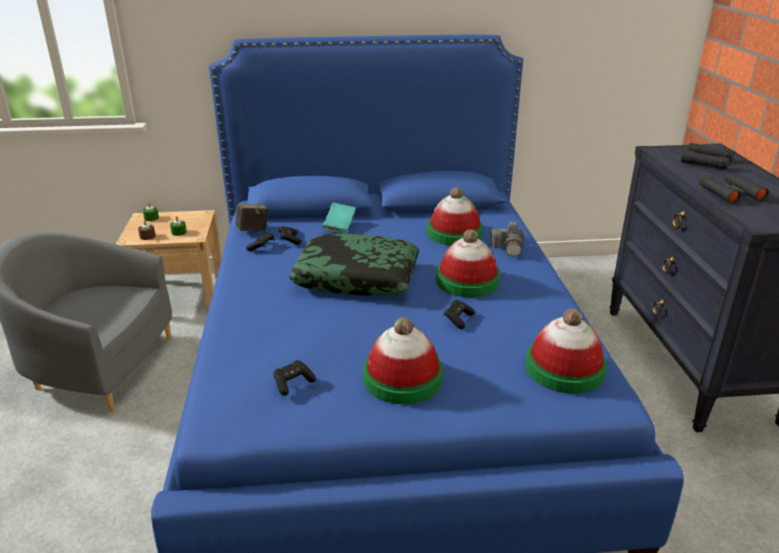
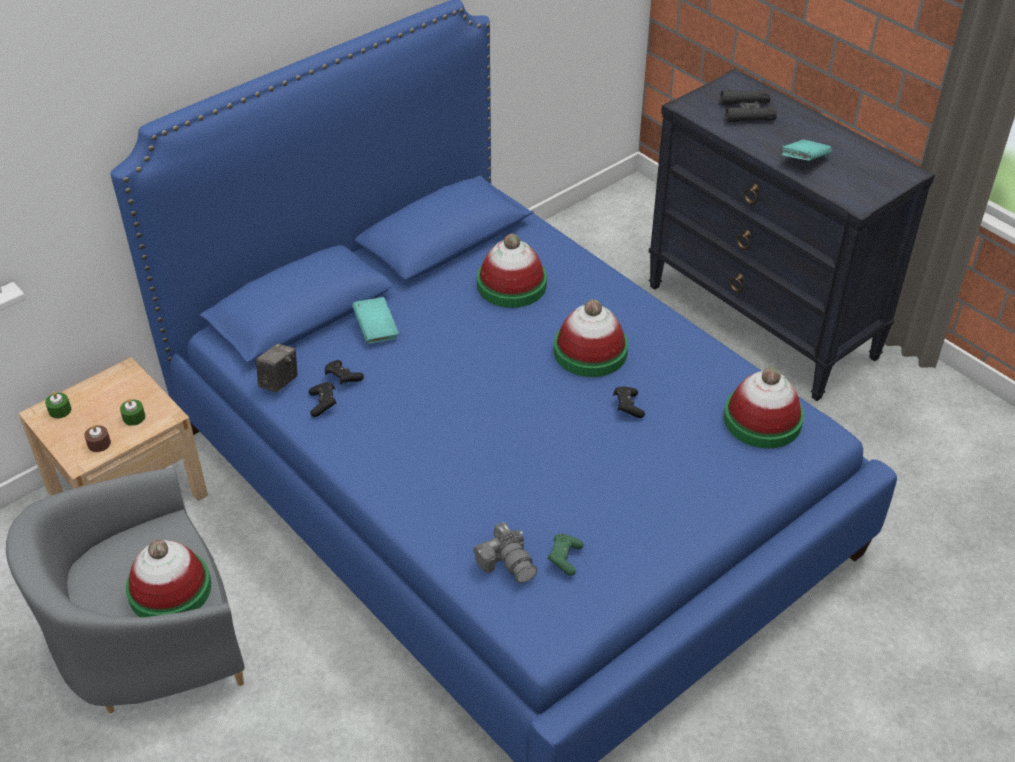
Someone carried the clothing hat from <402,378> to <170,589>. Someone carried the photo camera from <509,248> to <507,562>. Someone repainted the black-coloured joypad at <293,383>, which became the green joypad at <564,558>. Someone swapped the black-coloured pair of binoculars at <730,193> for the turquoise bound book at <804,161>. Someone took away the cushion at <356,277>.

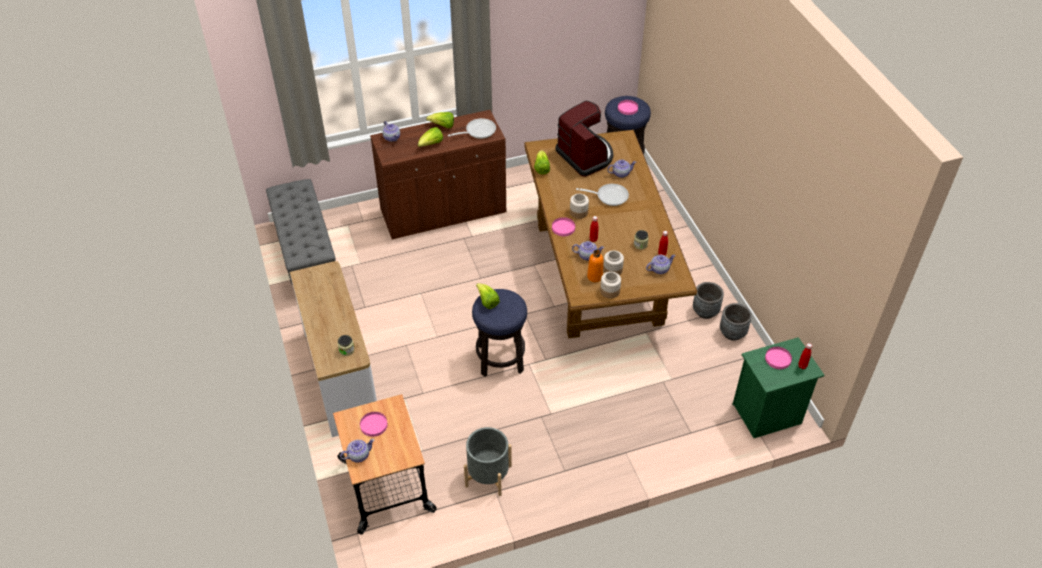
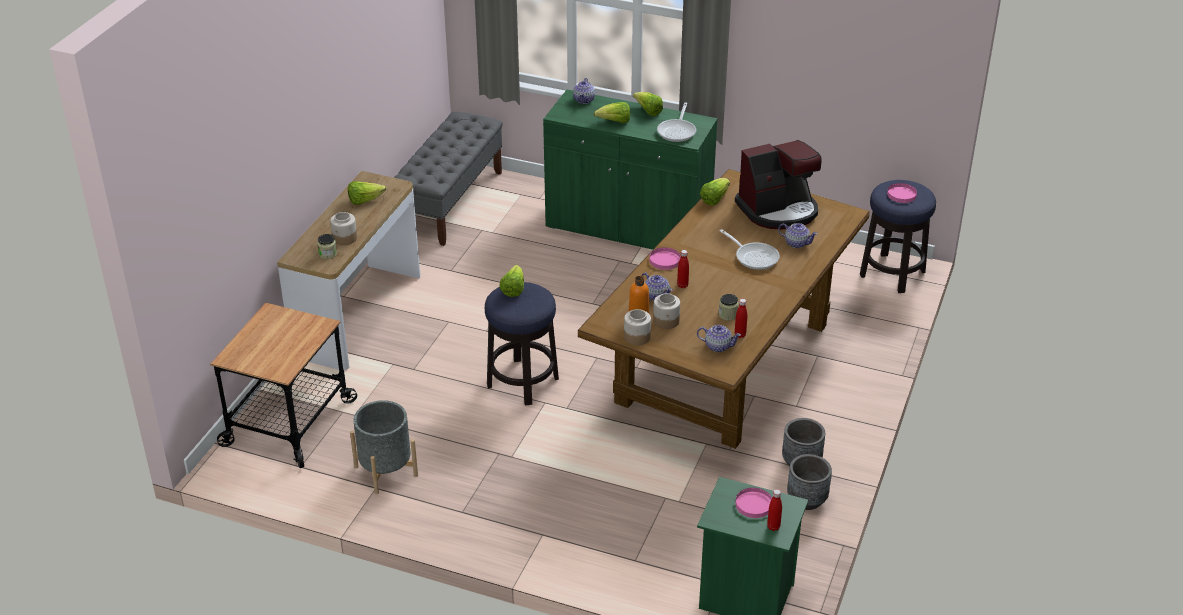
Someone carried the preserve jar from <579,212> to <345,238>. Someone put down the head of lettuce at <364,201>. Someone repainted the brown-coloured storage cabinet at <443,212>, which became the green storage cabinet at <628,228>. Someone rotated the frying pan at <478,131> by 90 degrees clockwise. Someone rotated the coffee machine at <585,156> by 60 degrees clockwise. Someone took away the tea pot at <358,455>. Someone took away the pink dinner plate at <374,425>.

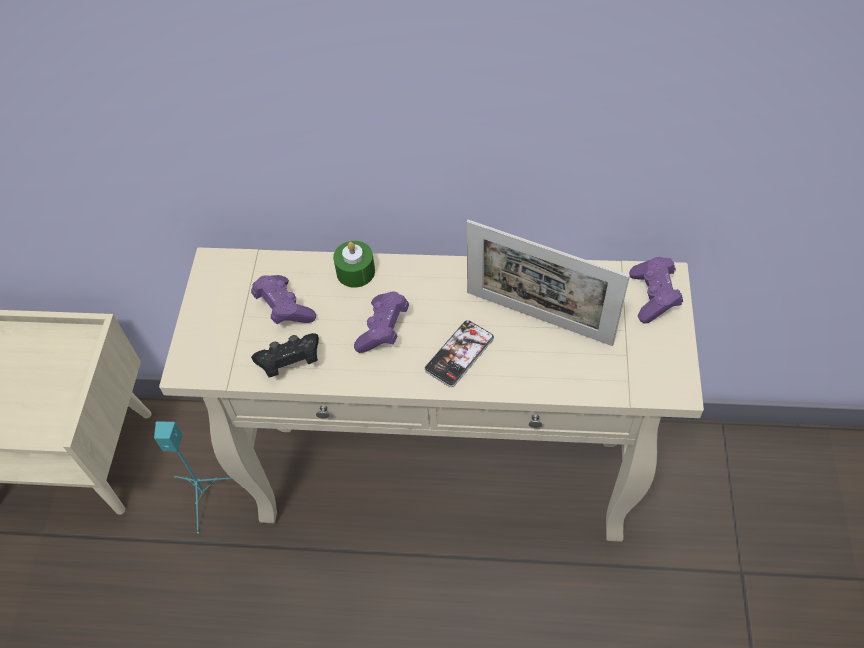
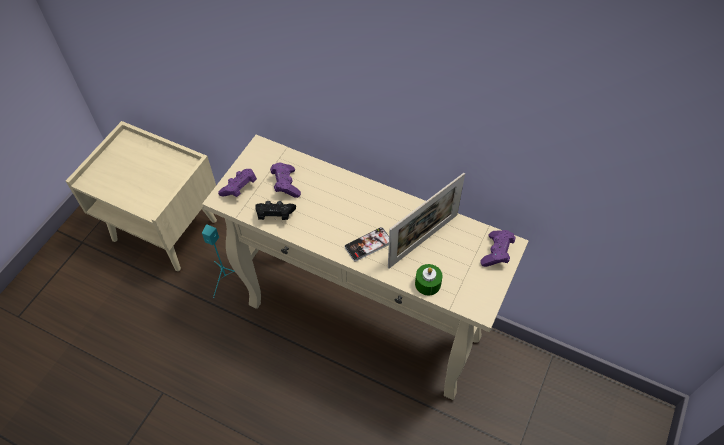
Someone carried the purple joypad from <383,330> to <239,188>. Someone rotated the standing frame at <538,318> by 90 degrees counterclockwise. Someone carried the green wax light from <355,272> to <427,284>.

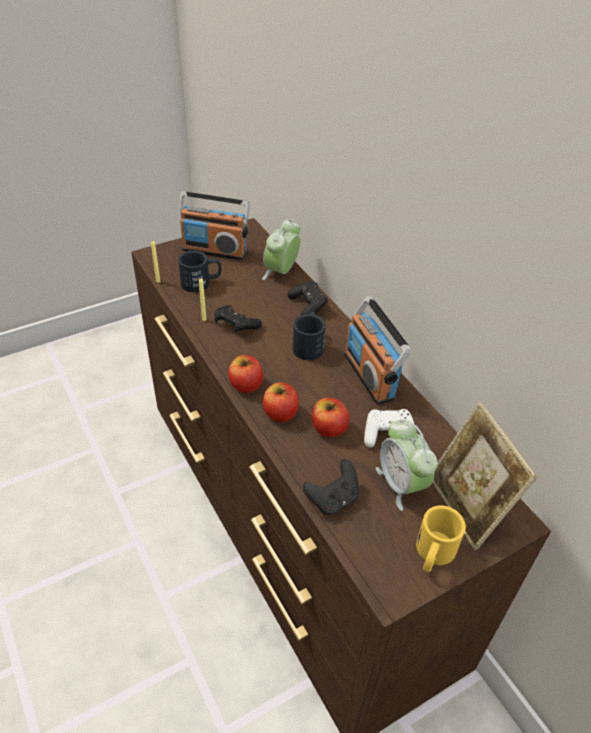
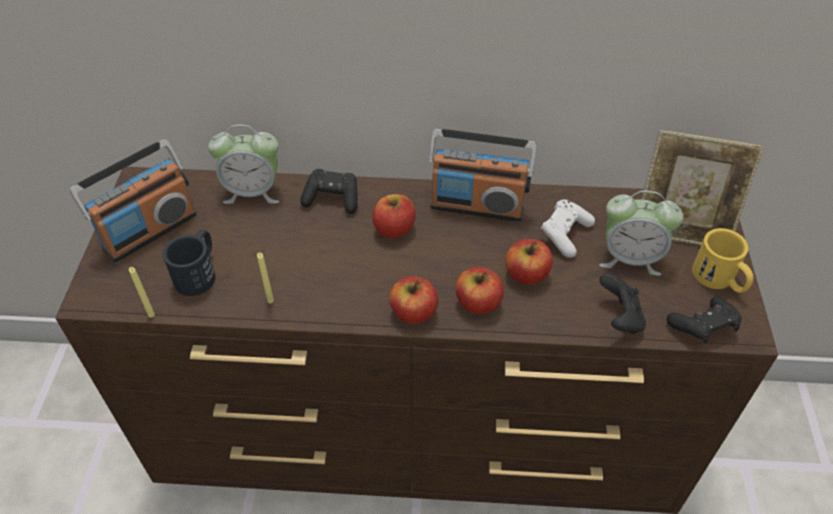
Someone rotated the table clock at <281,272> by 60 degrees counterclockwise. Someone swapped the black-coloured coffee mug at <309,344> for the apple fruit at <394,229>. Someone carried the black-coloured joypad from <236,326> to <702,327>.

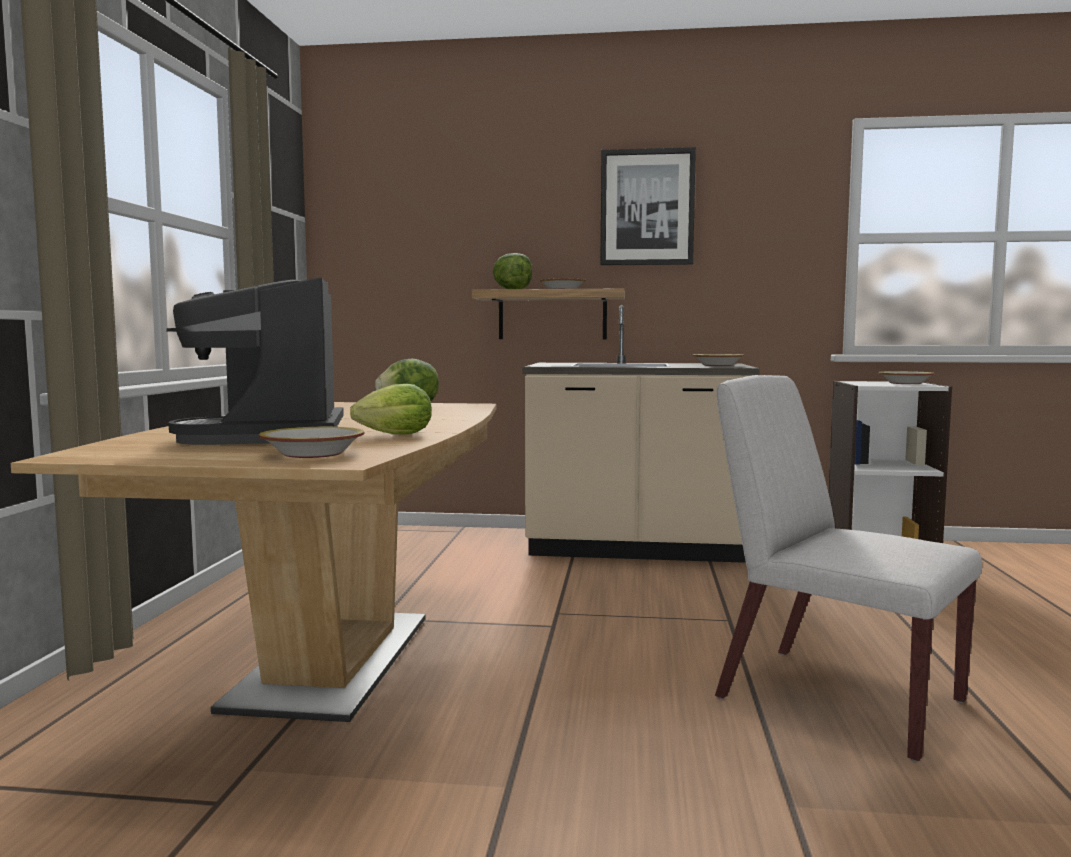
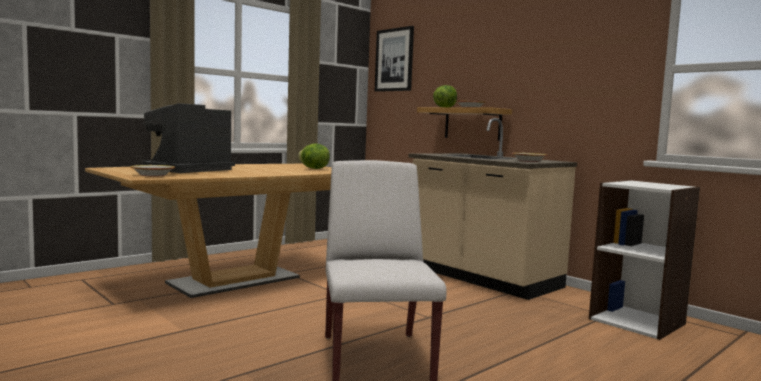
Someone carried the wall picture from <647,207> to <394,60>. Someone took away the head of lettuce at <391,435>. Someone took away the serving bowl at <905,383>.

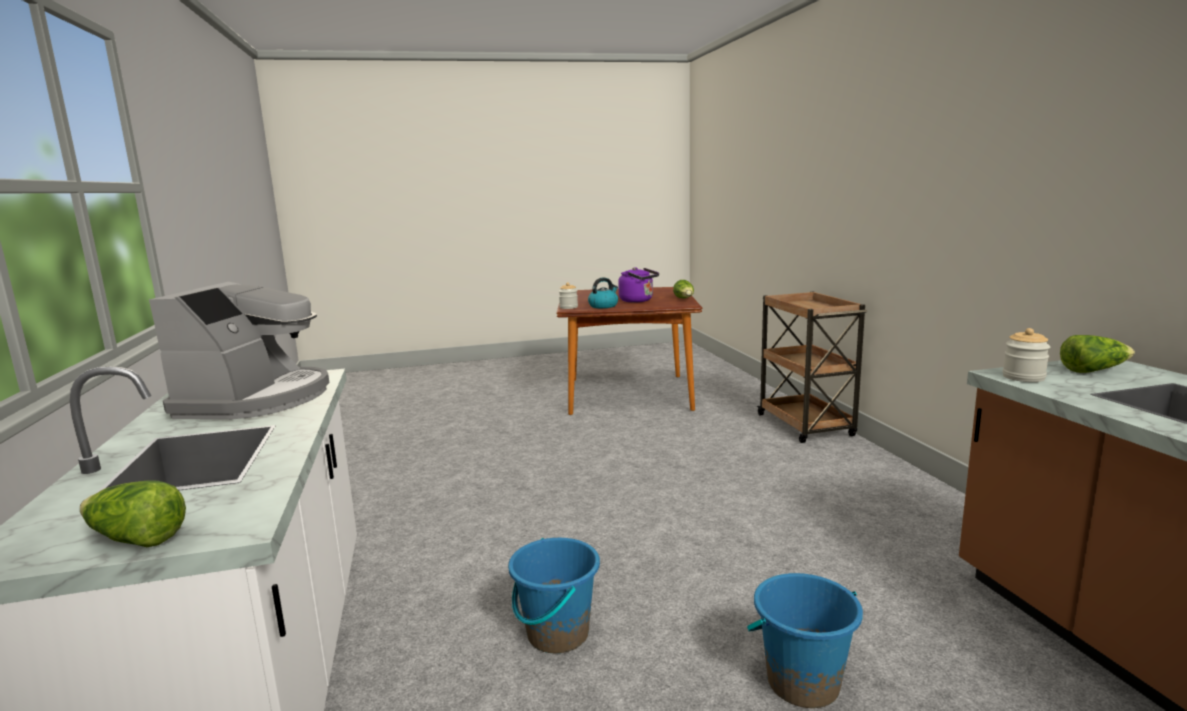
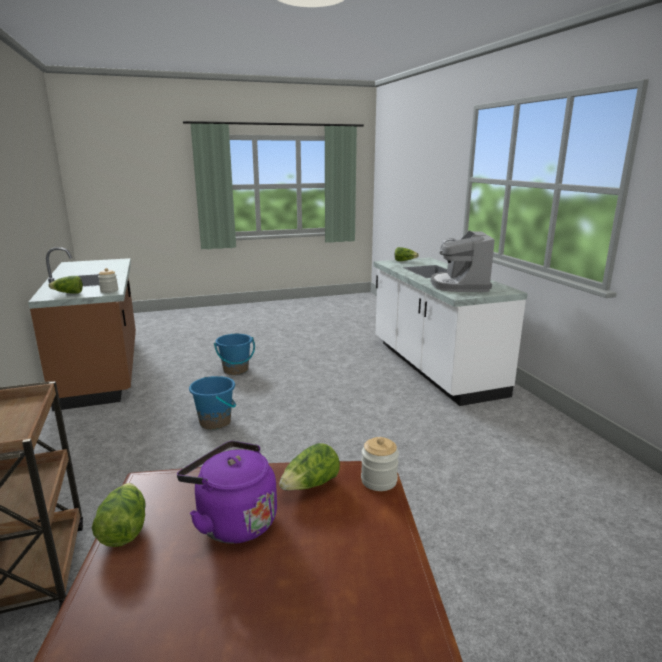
Someone carried the bluish water bucket from <557,634> to <215,422>. Someone swapped the kettle at <603,306> for the head of lettuce at <310,485>.

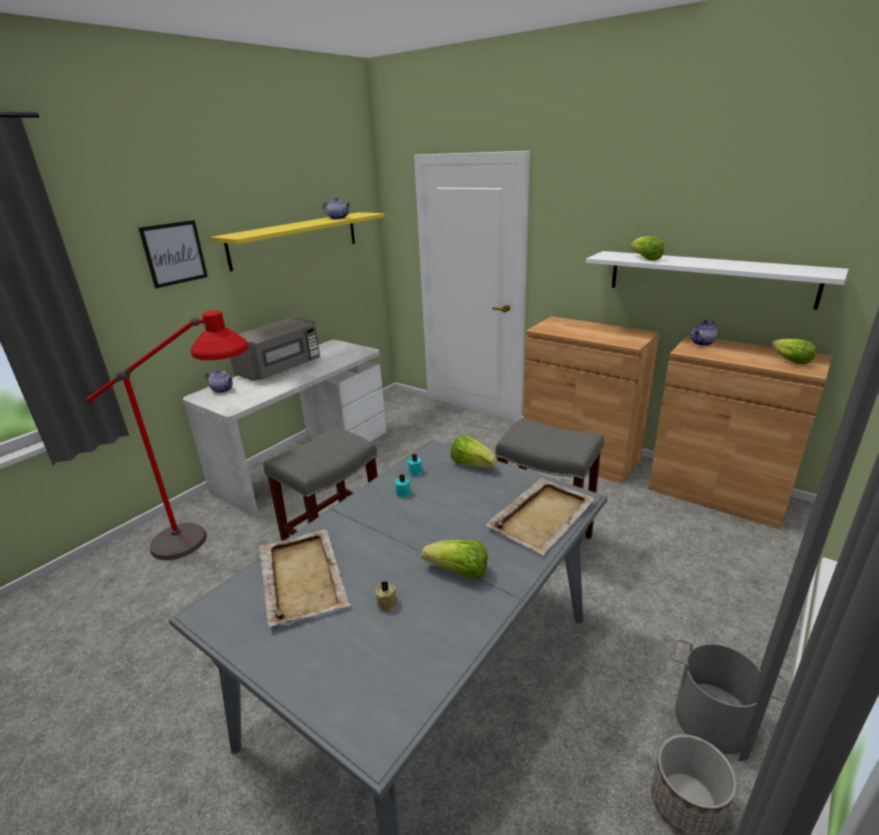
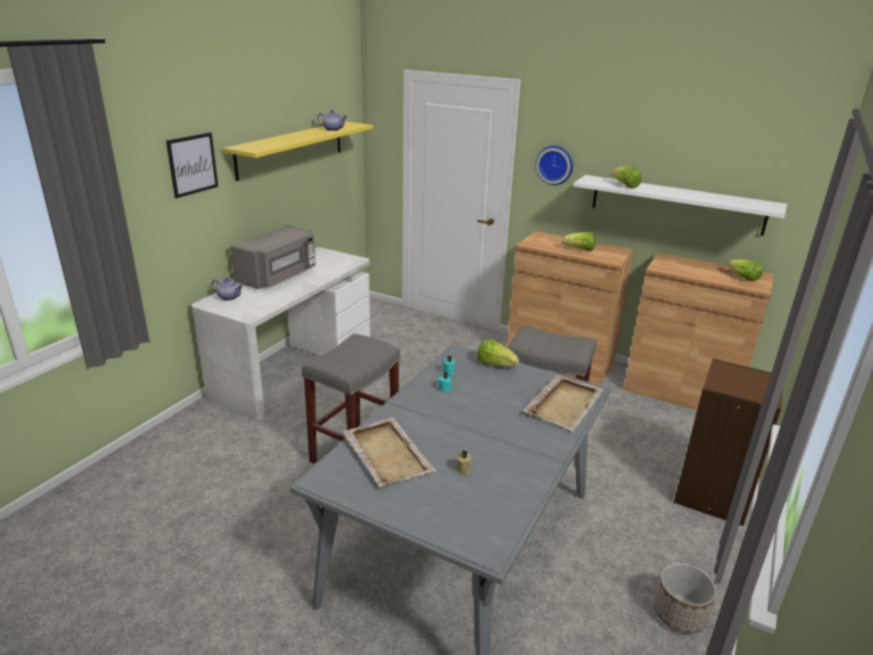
Someone put up the hanging clock at <555,164>. Someone carried the head of lettuce from <458,572> to <579,250>. Someone put down the brown-coloured bookcase at <713,494>. Someone took away the reddish standing lamp at <213,544>. Someone took away the grey water bucket at <711,720>. Someone took away the tea pot at <702,343>.

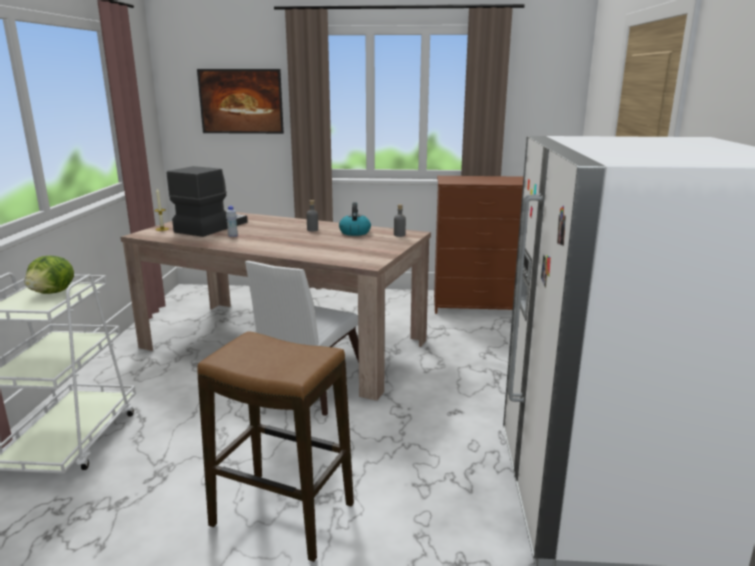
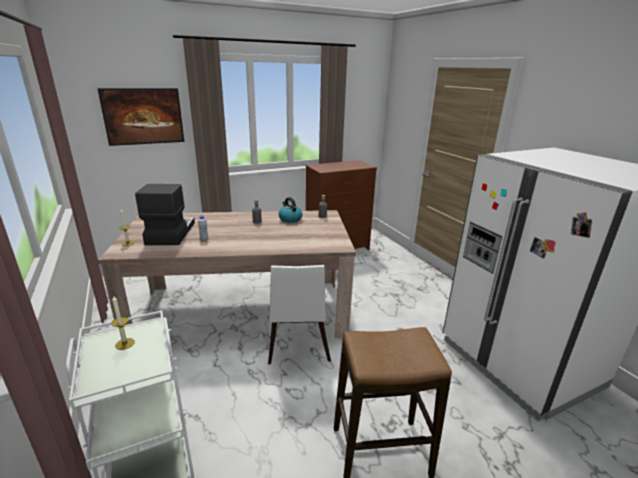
Someone swapped the head of lettuce at <53,293> for the wax light at <125,343>.

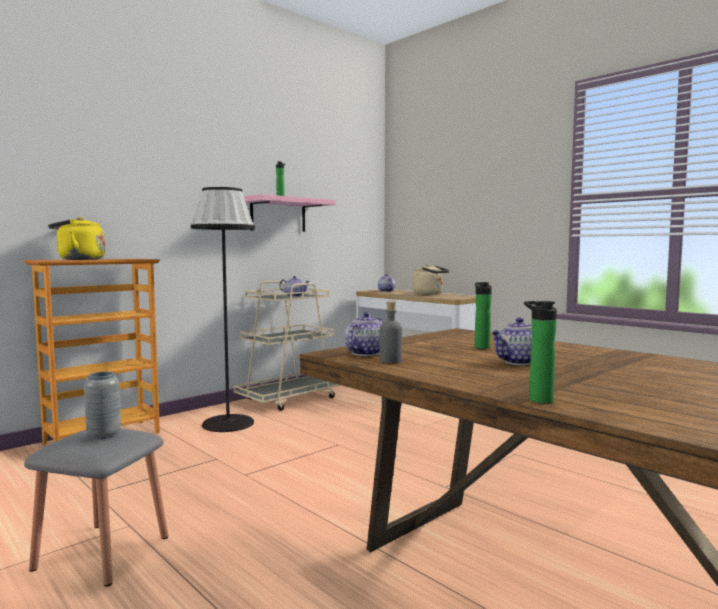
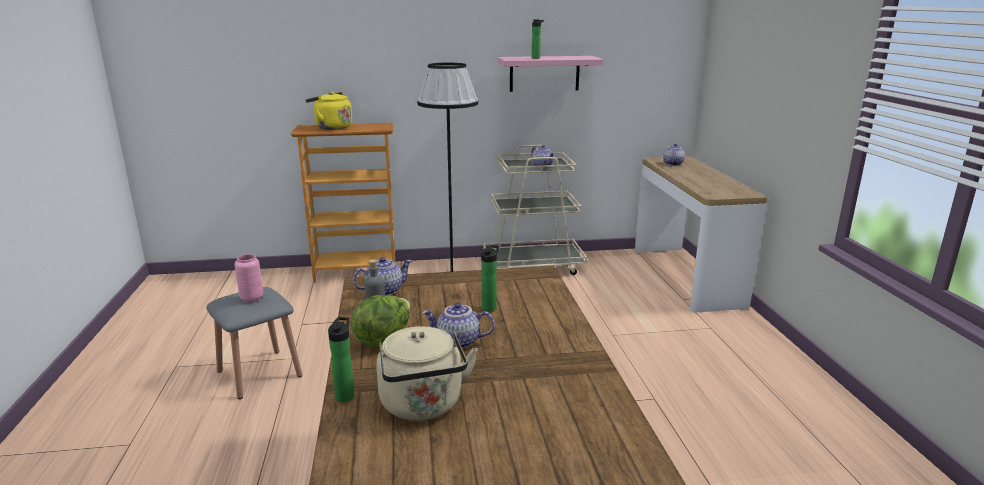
Someone repainted the grey decorative vase at <104,435>, which became the pink decorative vase at <252,298>. Someone put down the head of lettuce at <384,339>. Someone carried the sand-coloured kettle from <430,294> to <423,406>.

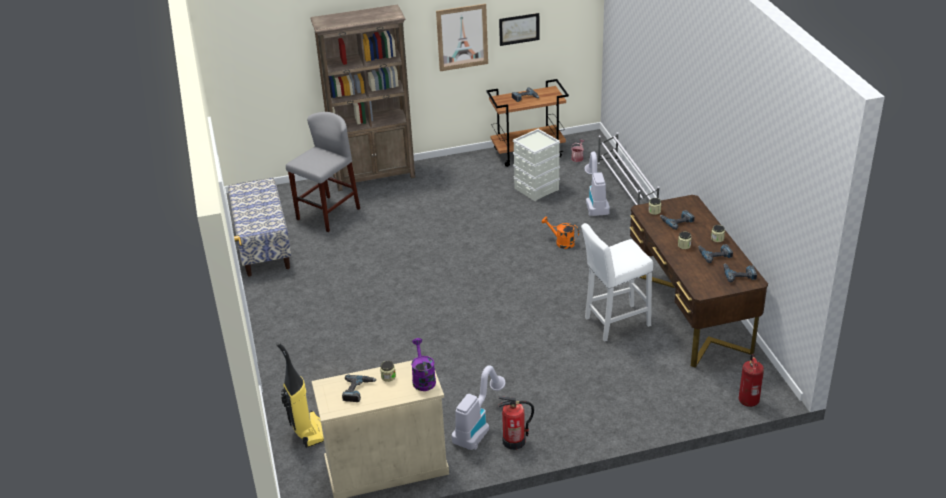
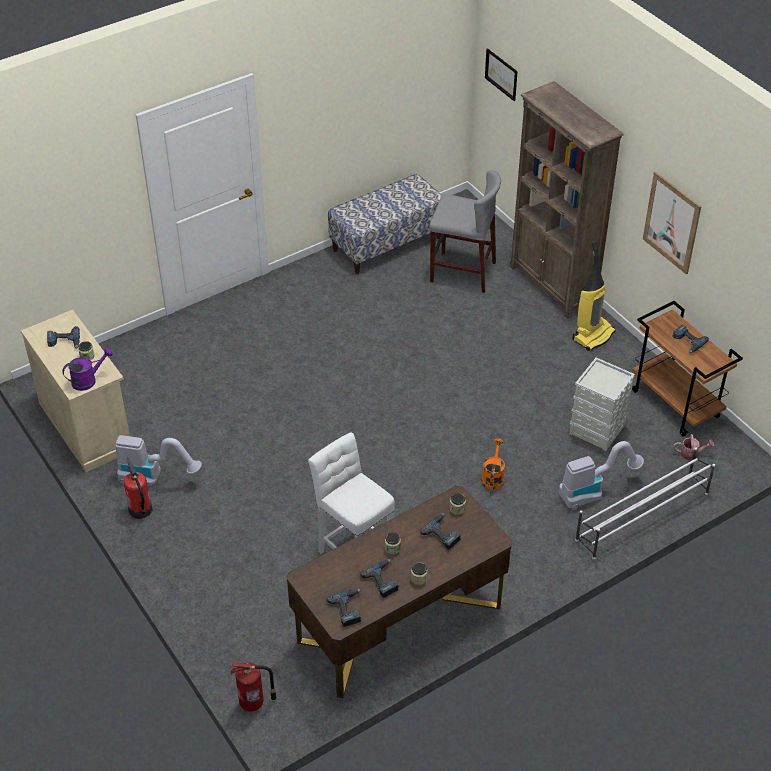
Someone carried the wall picture from <519,29> to <501,74>. Someone carried the vacuum cleaner from <308,431> to <593,335>.

